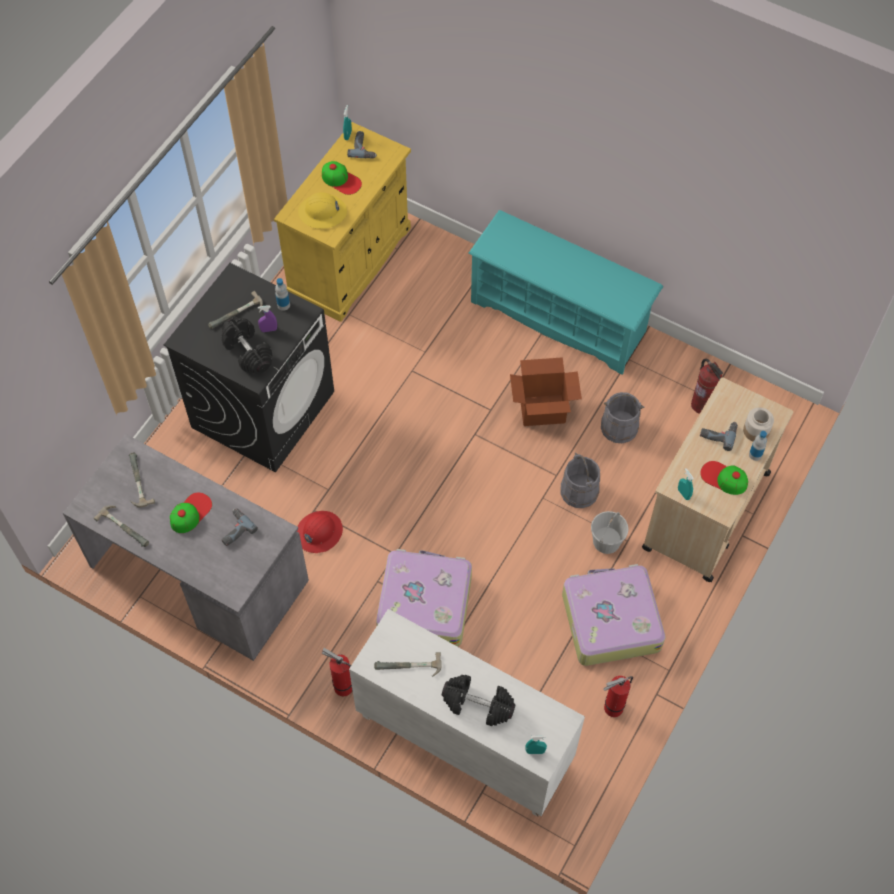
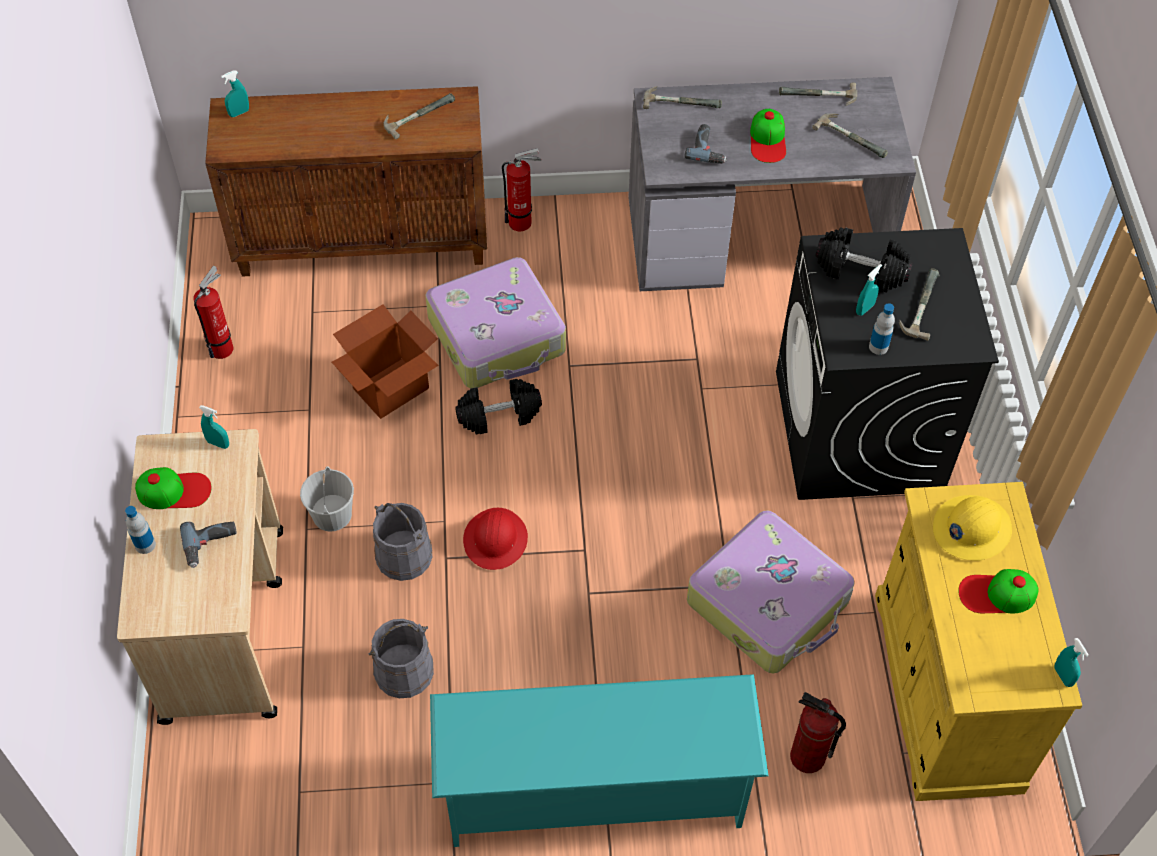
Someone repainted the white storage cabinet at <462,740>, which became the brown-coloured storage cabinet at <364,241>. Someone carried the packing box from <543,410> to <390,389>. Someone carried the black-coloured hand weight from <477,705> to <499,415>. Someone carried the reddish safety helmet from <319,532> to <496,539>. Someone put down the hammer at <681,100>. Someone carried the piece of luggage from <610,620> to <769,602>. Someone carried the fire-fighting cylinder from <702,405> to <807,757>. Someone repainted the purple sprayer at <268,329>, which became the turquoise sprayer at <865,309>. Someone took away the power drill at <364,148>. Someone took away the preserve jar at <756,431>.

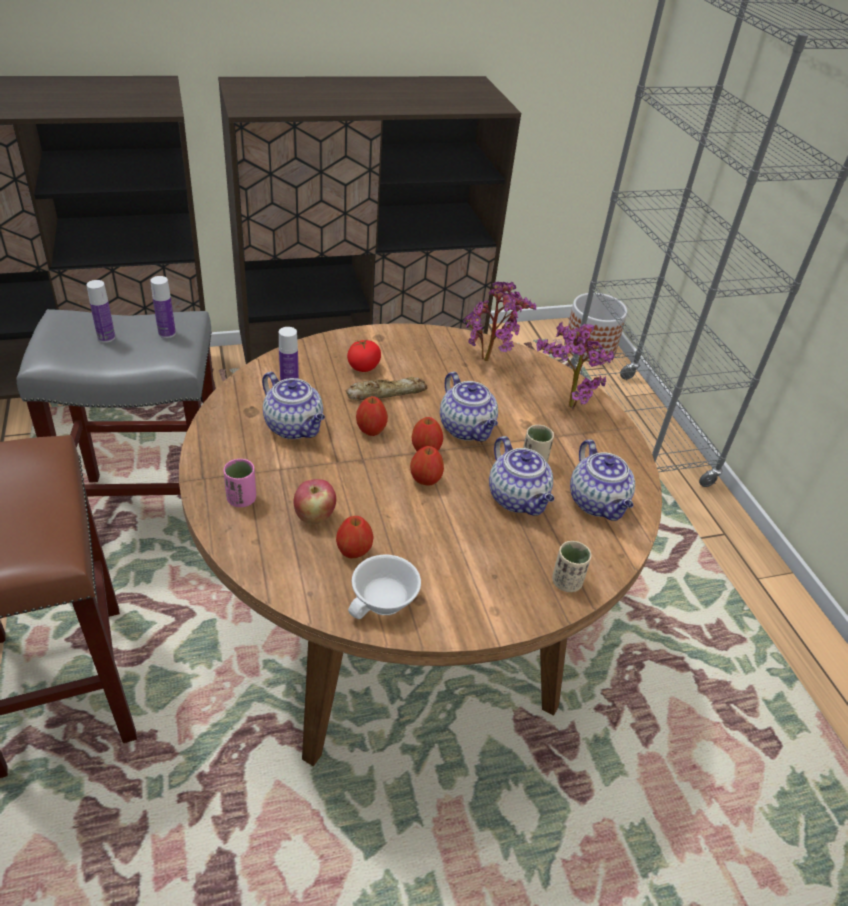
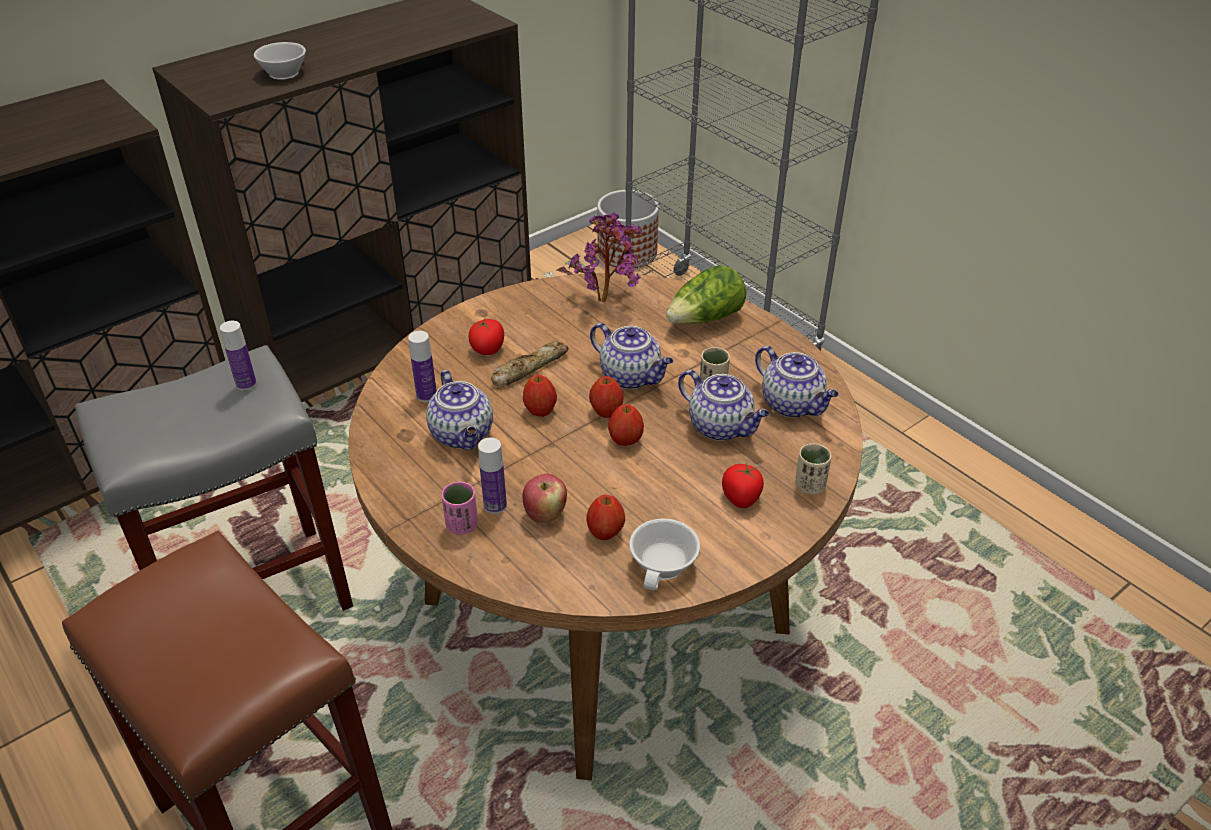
Someone put down the white cup at <283,72>. Someone rotated the tea pot at <295,427> by 45 degrees clockwise. Someone carried the beverage bottle from <106,337> to <495,505>. Someone swapped the houseplant at <565,403> for the head of lettuce at <705,319>. Someone put down the fresh tomato at <741,498>.

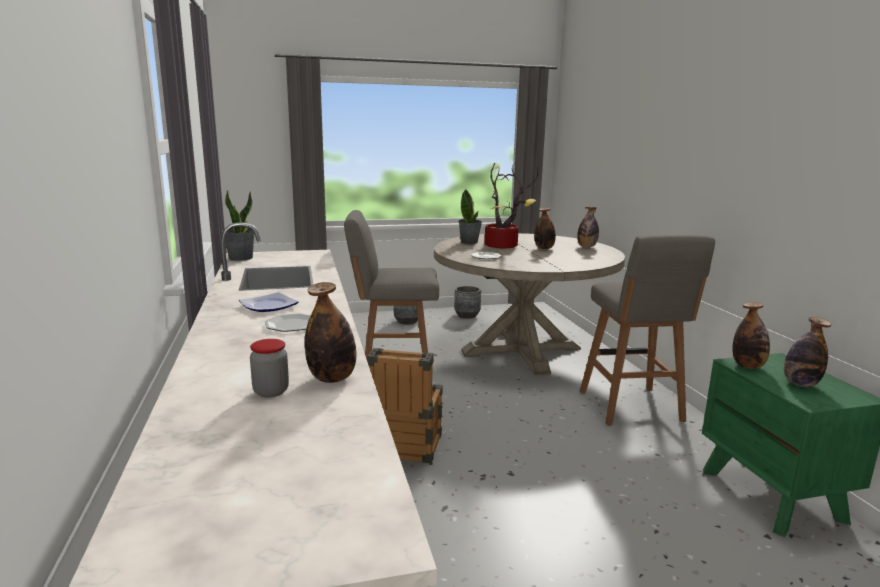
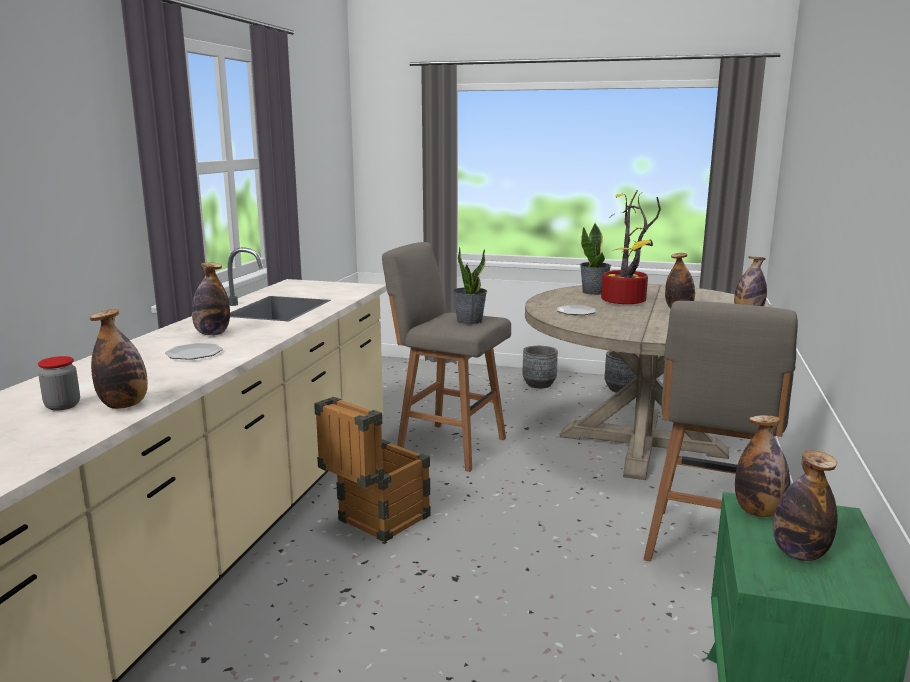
Someone swapped the dinner plate at <267,306> for the beverage bottle at <212,334>. Someone carried the houseplant from <240,258> to <469,321>.

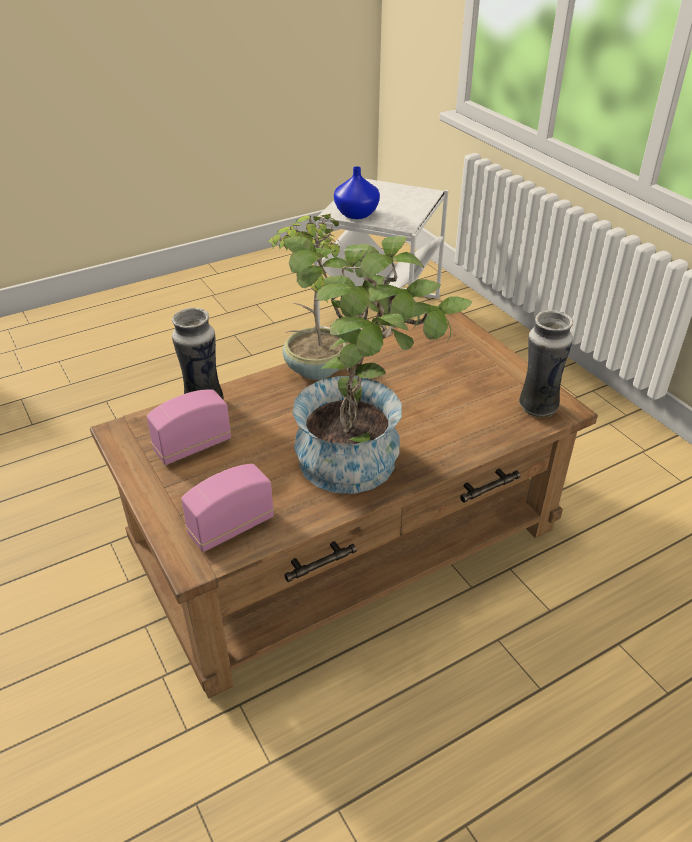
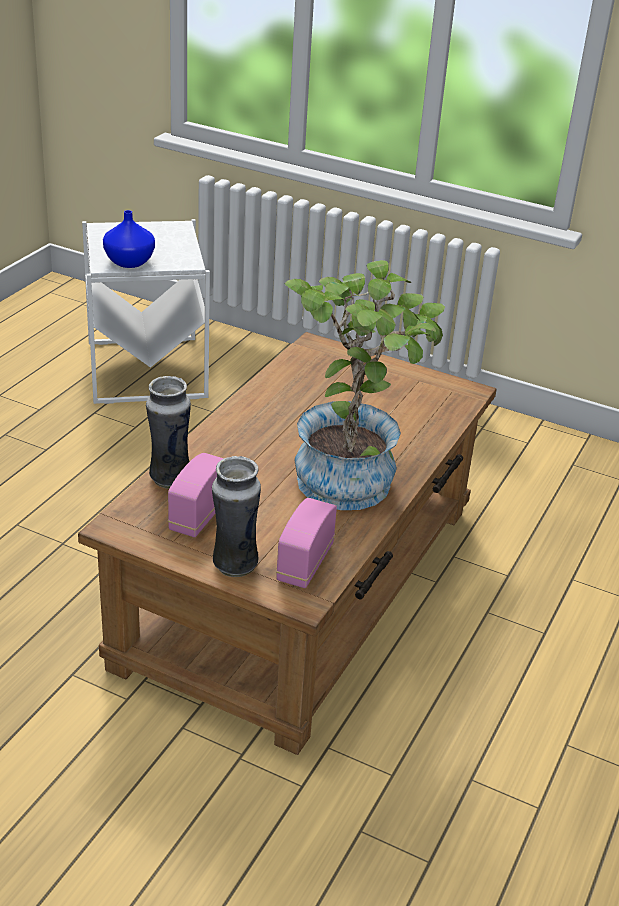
Someone carried the decorative vase from <537,408> to <234,566>. Someone took away the houseplant at <314,369>.

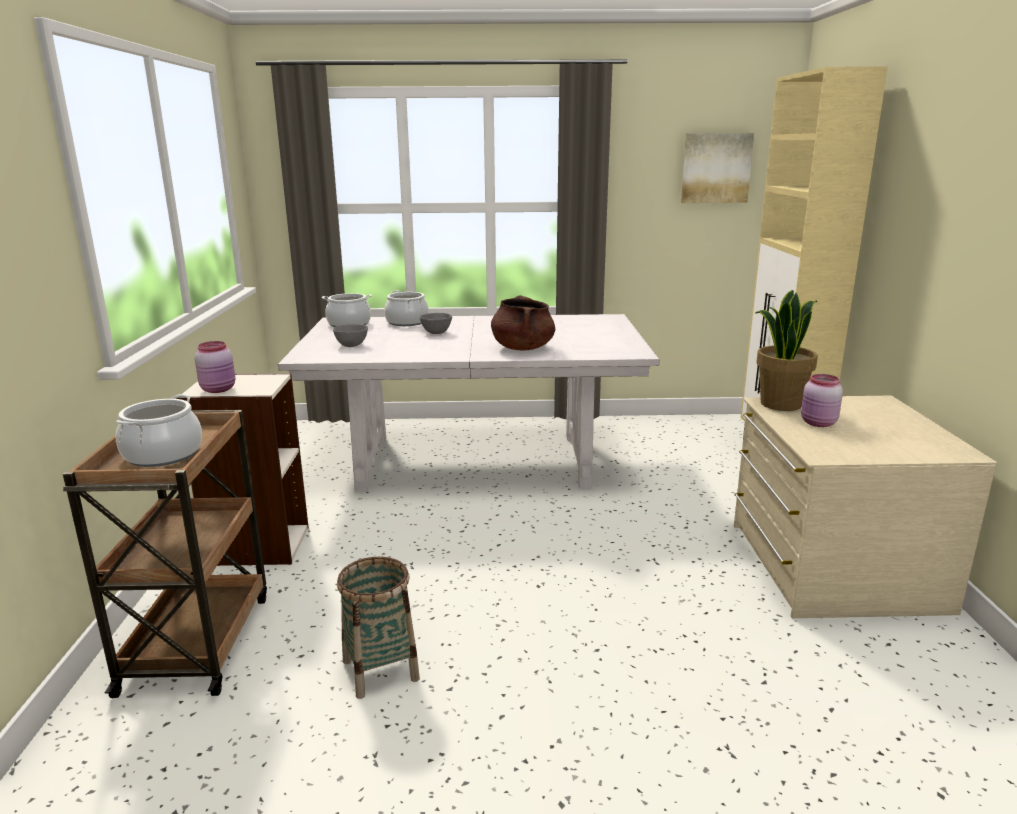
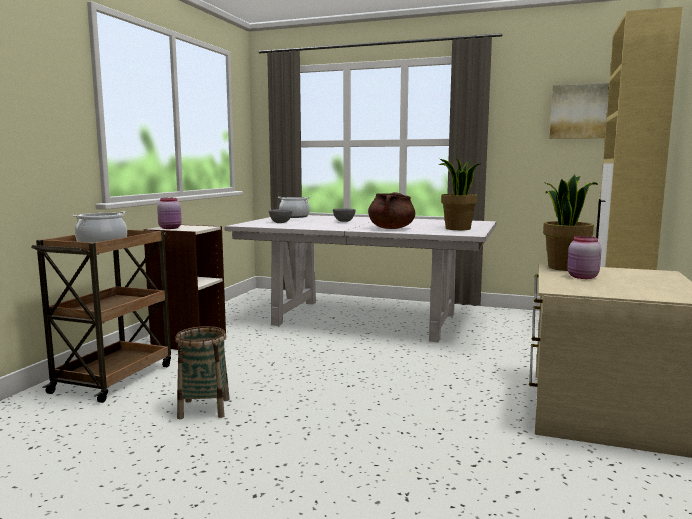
Someone put down the houseplant at <457,229>. Someone took away the saucepot at <407,322>.

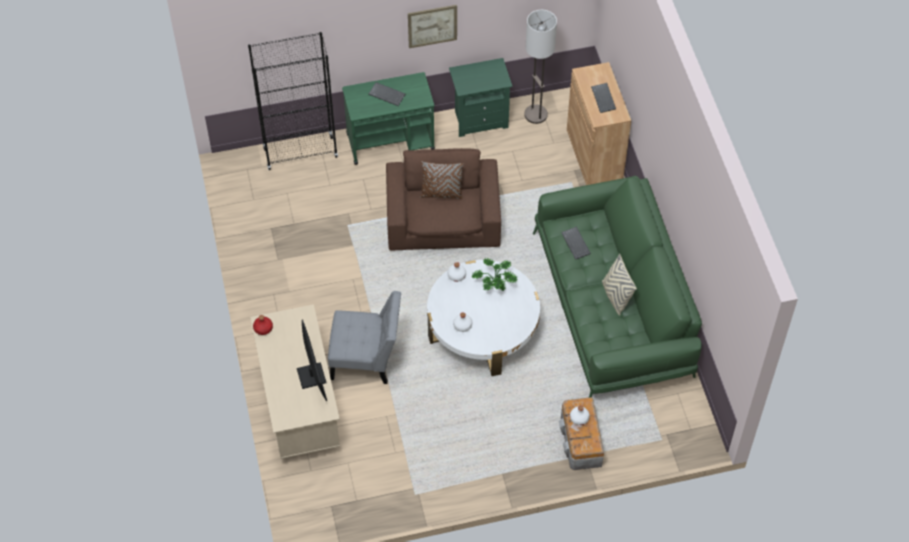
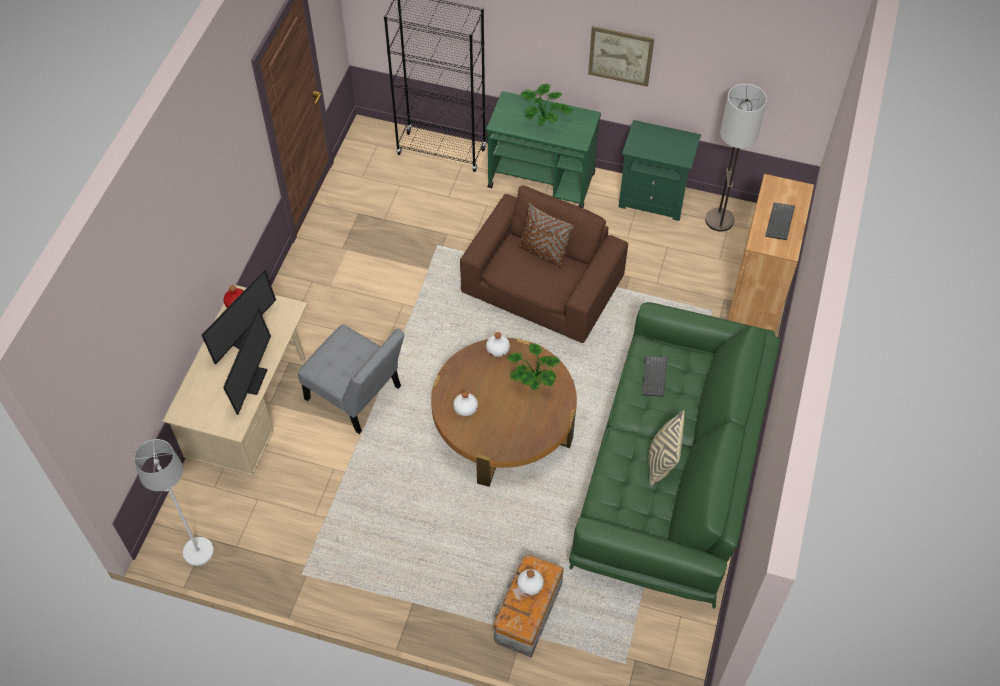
Someone put down the white standing lamp at <198,552>. Someone put down the monitor at <241,334>. Someone repainted the white low table at <483,329>, which became the brown-coloured low table at <503,425>. Someone swapped the PC keyboard at <387,94> for the houseplant at <544,119>.

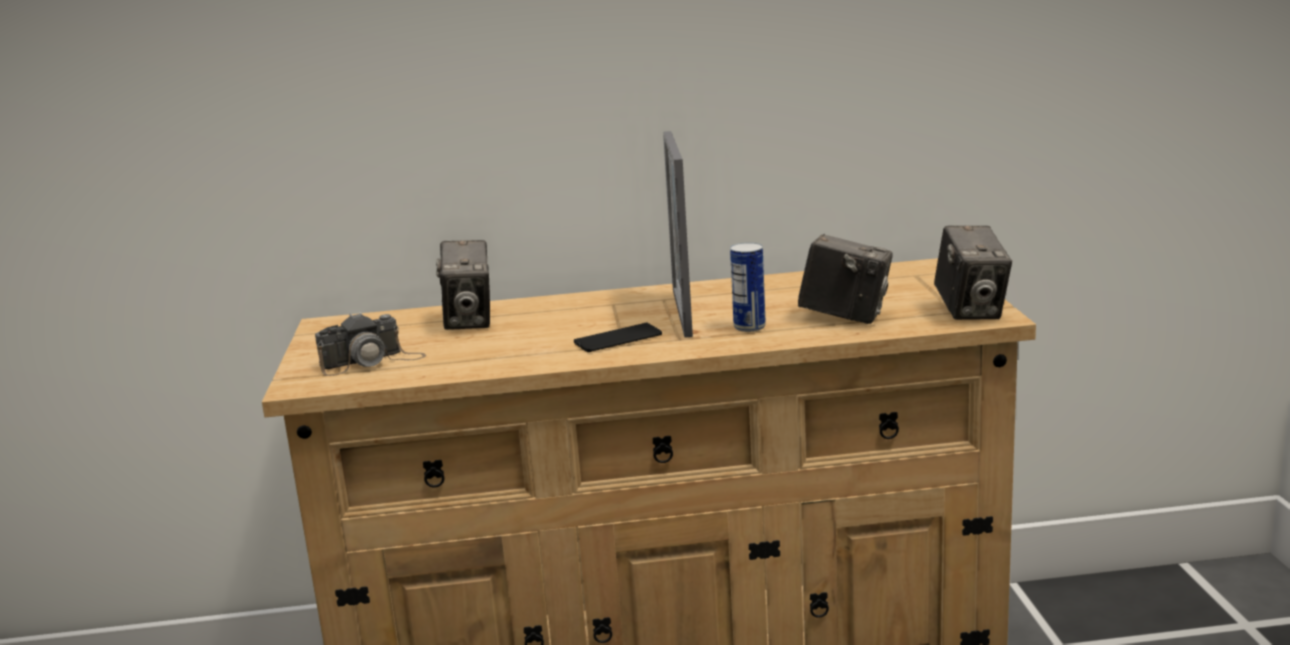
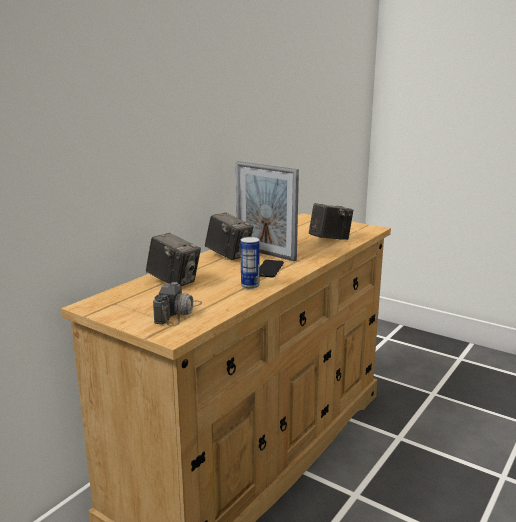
Someone carried the photo camera from <971,311> to <229,255>. Someone carried the can from <749,327> to <250,285>.

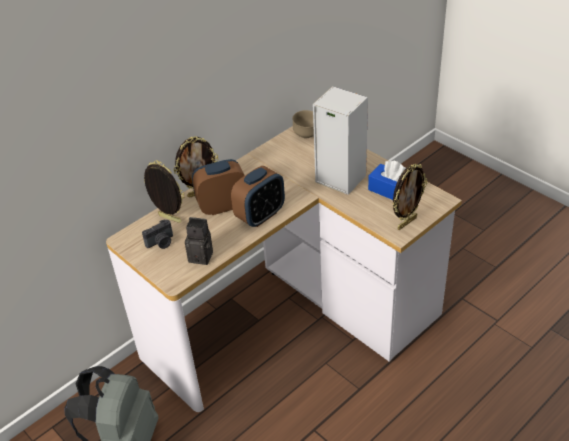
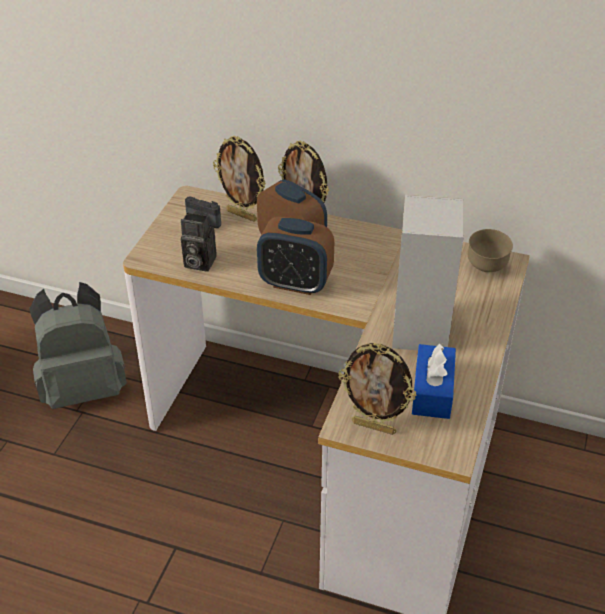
Someone rotated the photo camera at <202,256> by 120 degrees clockwise. Someone rotated the standing frame at <169,219> by 120 degrees clockwise.

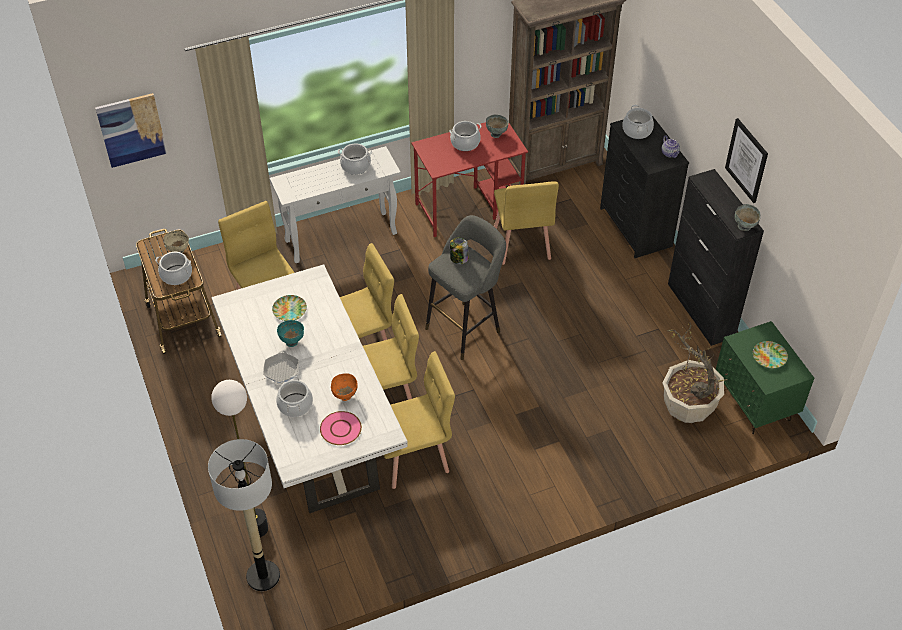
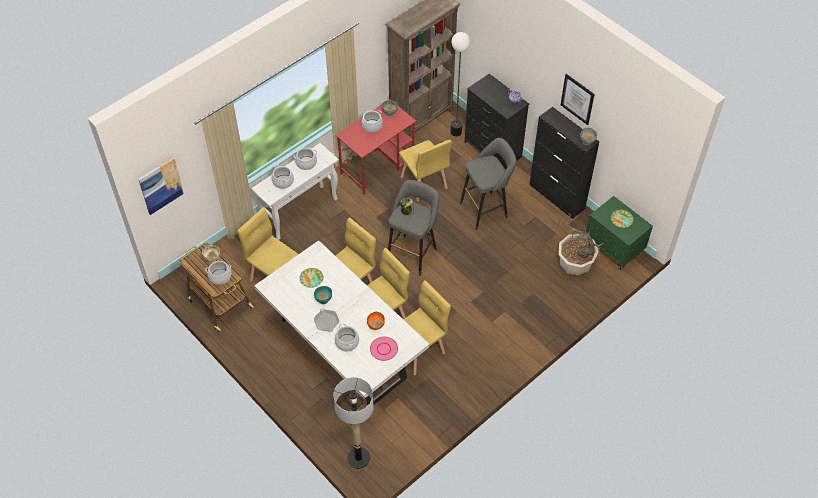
Someone carried the saucepot from <637,131> to <283,182>. Someone carried the standing lamp from <258,529> to <456,132>. Someone put down the grey sitting stool at <486,209>.

